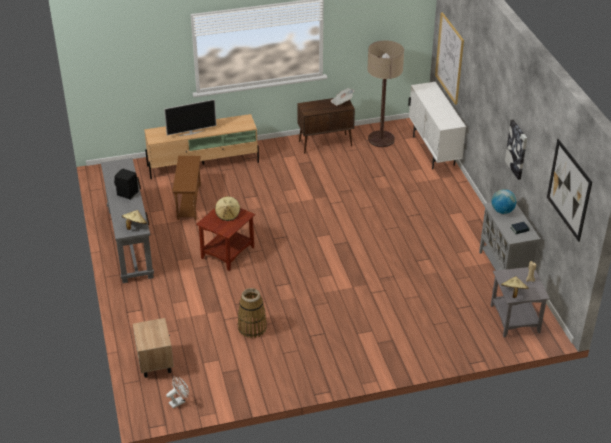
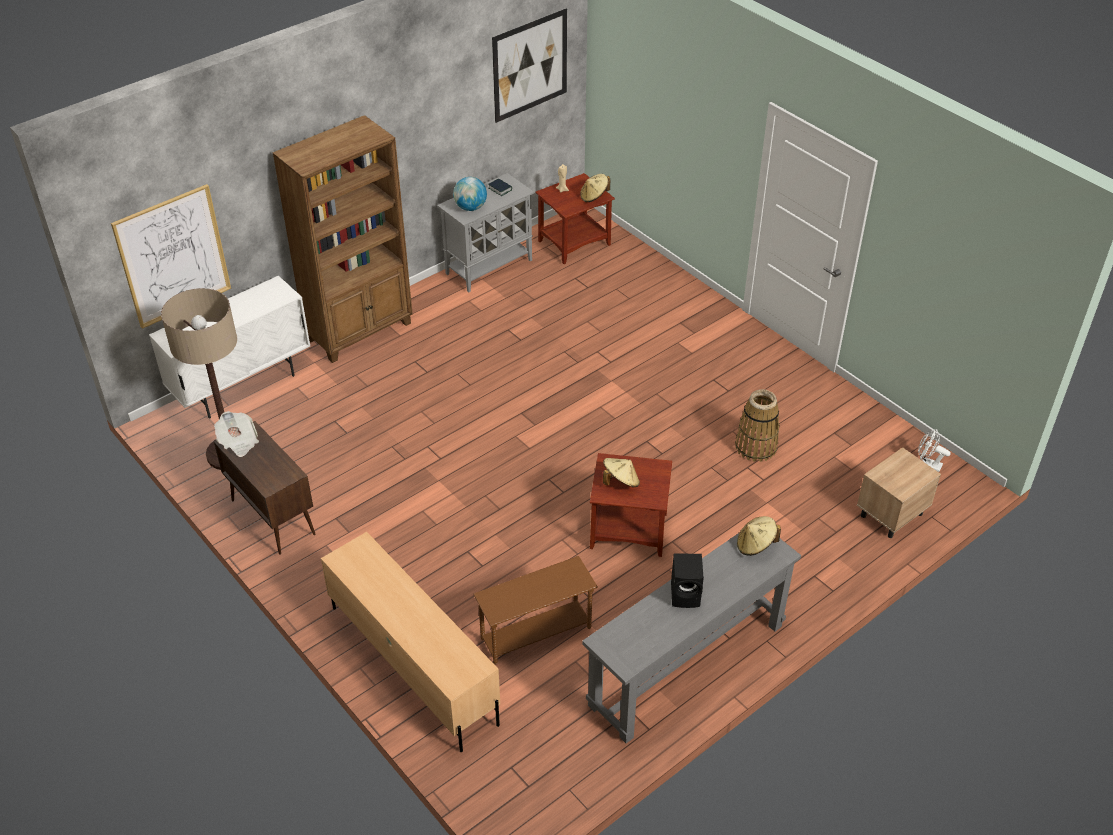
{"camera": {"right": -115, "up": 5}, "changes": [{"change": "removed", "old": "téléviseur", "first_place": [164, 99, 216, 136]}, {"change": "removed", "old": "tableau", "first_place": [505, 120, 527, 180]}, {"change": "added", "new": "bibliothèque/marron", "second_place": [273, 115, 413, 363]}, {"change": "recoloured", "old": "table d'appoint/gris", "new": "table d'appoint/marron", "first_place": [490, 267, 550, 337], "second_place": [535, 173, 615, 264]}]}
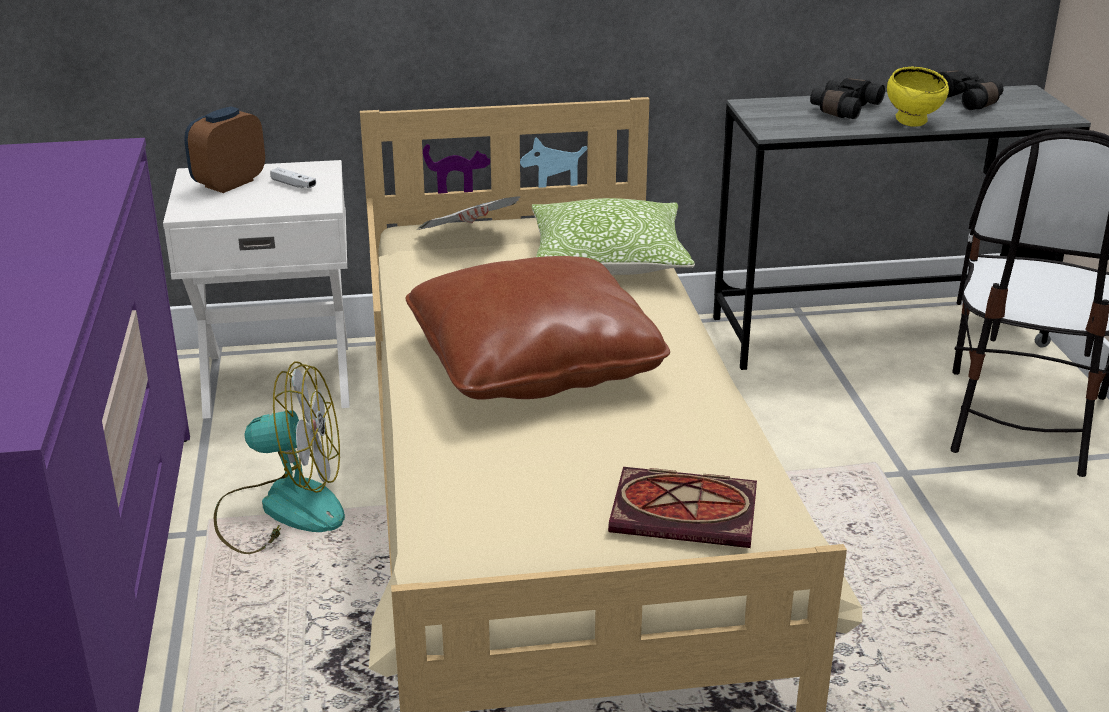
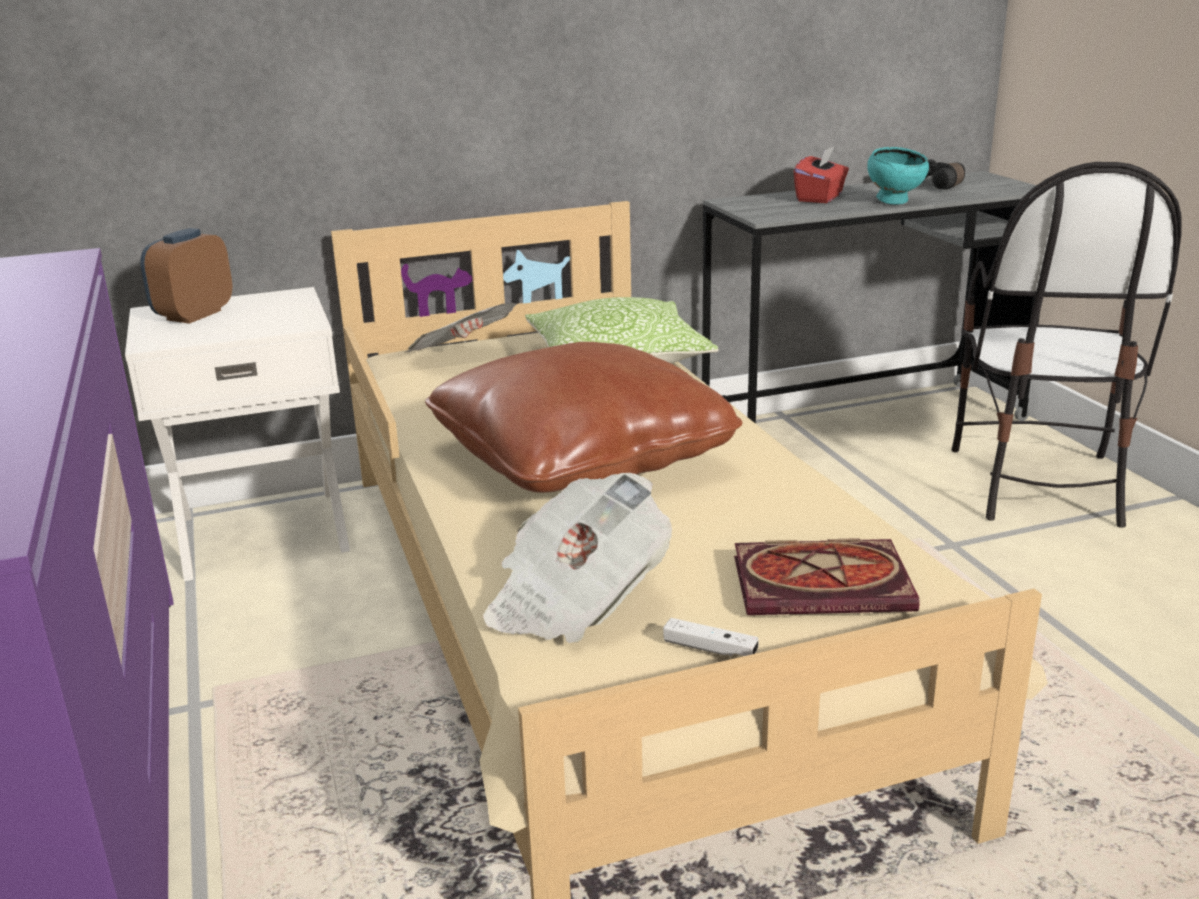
{"camera": {"right": -10, "up": -5}, "changes": [{"change": "removed", "old": "ventilateur", "first_place": [214, 361, 345, 554]}, {"change": "added", "new": "journal", "second_place": [483, 473, 672, 643]}, {"change": "moved", "old": "manette/blanc", "first_place": [270, 167, 316, 188], "second_place": [663, 618, 759, 656]}, {"change": "replaced", "old": "jumelles/noir", "new": "boîte à mouchoirs/rouge", "first_place": [810, 78, 885, 119], "second_place": [794, 146, 849, 203]}, {"change": "recoloured", "old": "bol/jaune", "new": "bol/turquoise", "first_place": [887, 67, 949, 127], "second_place": [867, 147, 929, 205]}]}
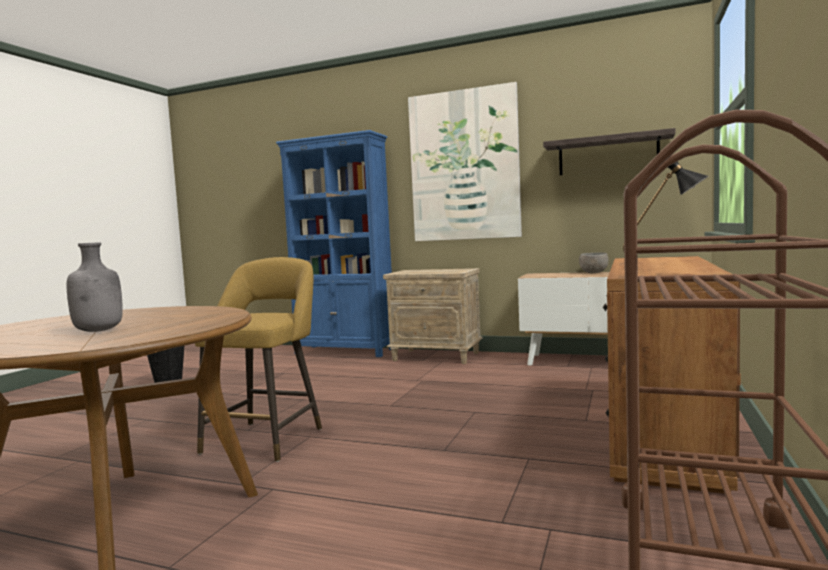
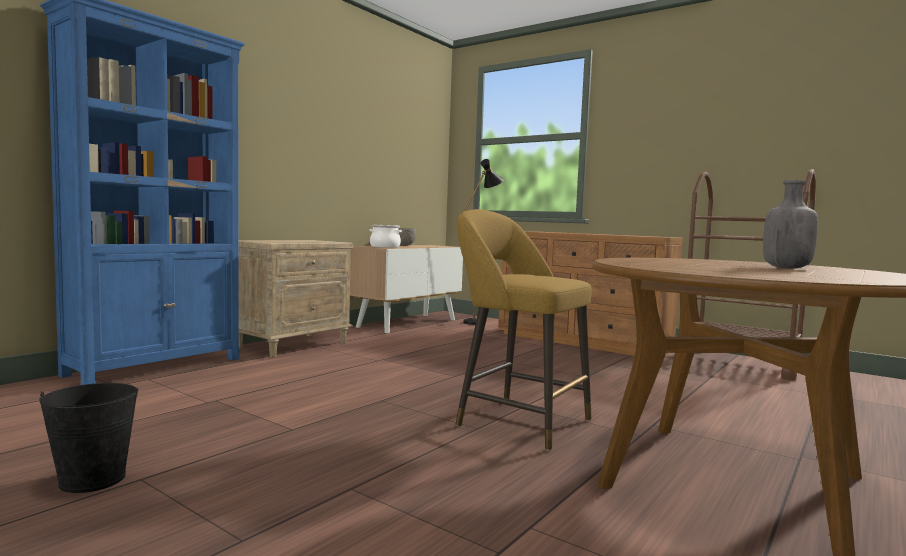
{"camera": {"right": -75, "up": 0}, "changes": [{"change": "removed", "old": "tableau", "first_place": [408, 82, 522, 241]}, {"change": "removed", "old": "étagère", "first_place": [543, 128, 676, 175]}, {"change": "added", "new": "marmite", "second_place": [369, 225, 402, 248]}]}
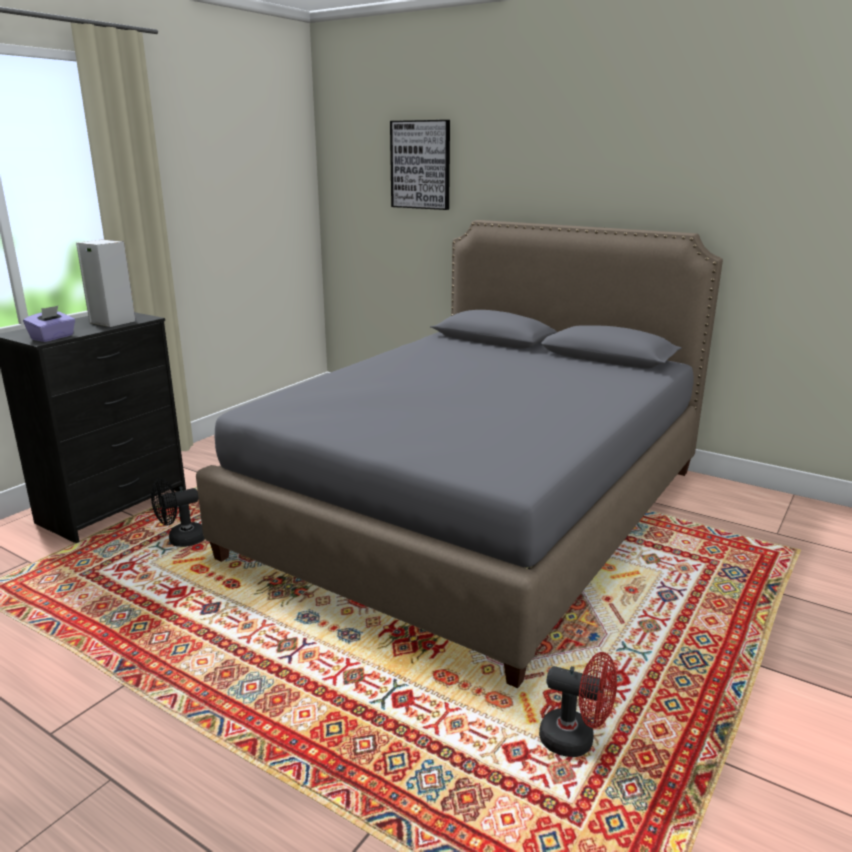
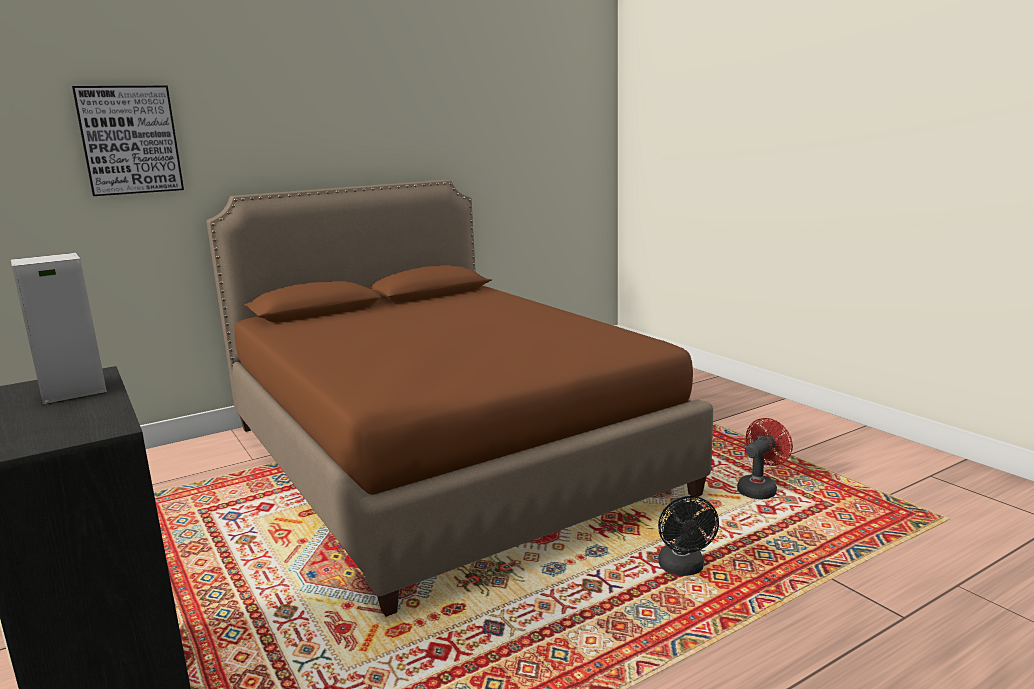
{"camera": {"right": -65, "up": -5}, "changes": [{"change": "removed", "old": "boîte à mouchoirs/violet", "first_place": [23, 306, 75, 342]}, {"change": "moved", "old": "ventilateur/noir", "first_place": [151, 478, 205, 547], "second_place": [658, 496, 719, 576]}, {"change": "recoloured", "old": "lit/gris", "new": "lit/marron", "first_place": [196, 220, 723, 688], "second_place": [206, 180, 713, 617]}]}
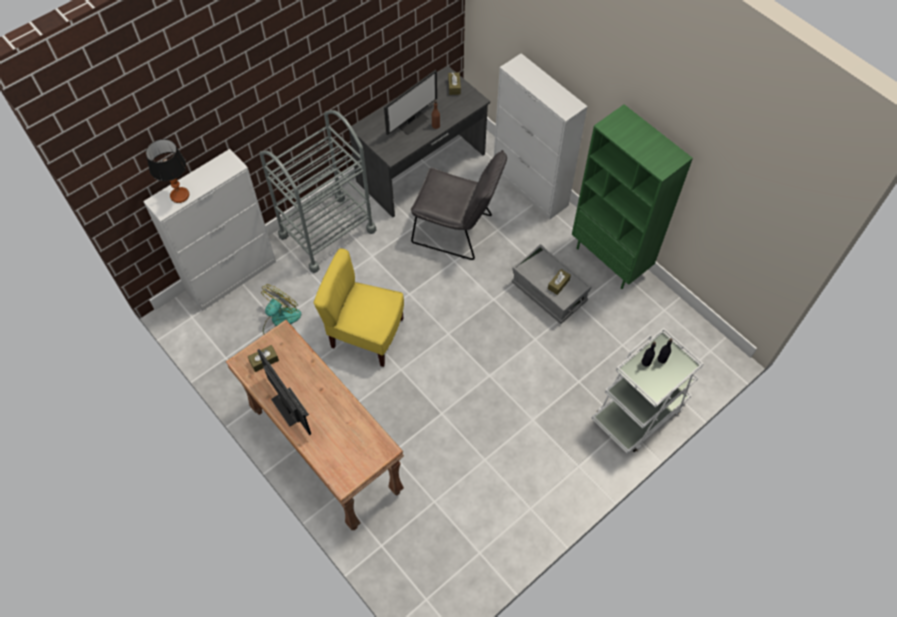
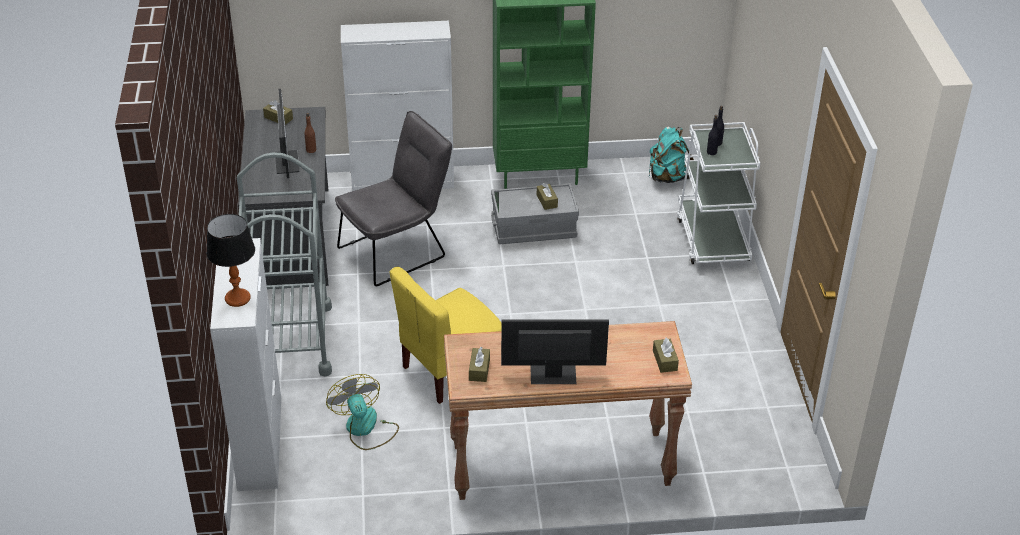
{"camera": {"right": -55, "up": -20}, "changes": [{"change": "added", "new": "sac à dos/turquoise", "second_place": [649, 127, 694, 183]}, {"change": "added", "new": "boîte à mouchoirs/marron", "second_place": [653, 338, 679, 373]}]}
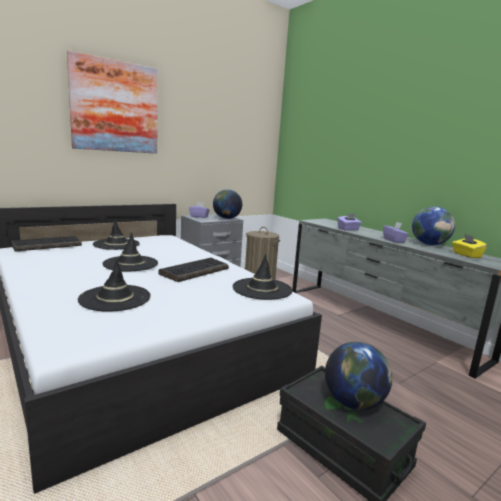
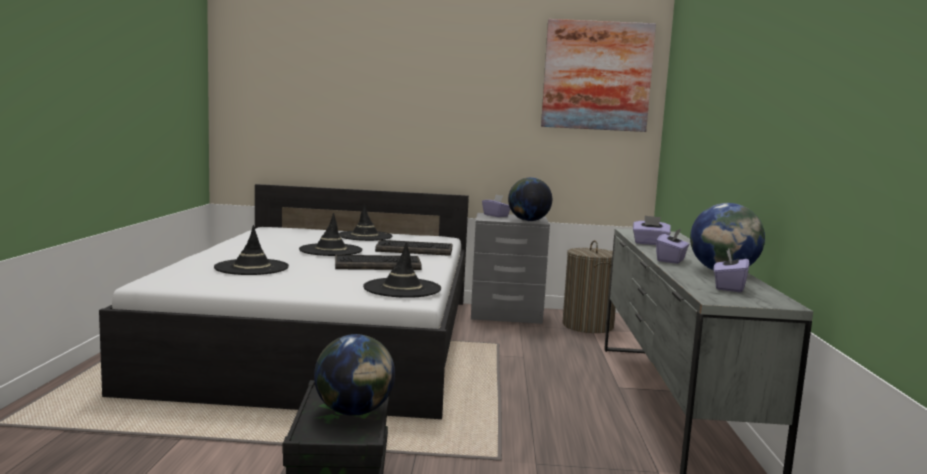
{"camera": {"right": 40, "up": -5}, "changes": [{"change": "moved", "old": "clavier", "first_place": [11, 236, 82, 251], "second_place": [375, 240, 452, 256]}, {"change": "moved", "old": "tableau", "first_place": [67, 51, 158, 154], "second_place": [541, 19, 656, 132]}, {"change": "recoloured", "old": "boîte à mouchoirs/jaune", "new": "boîte à mouchoirs/violet", "first_place": [452, 234, 487, 258], "second_place": [714, 249, 749, 293]}]}
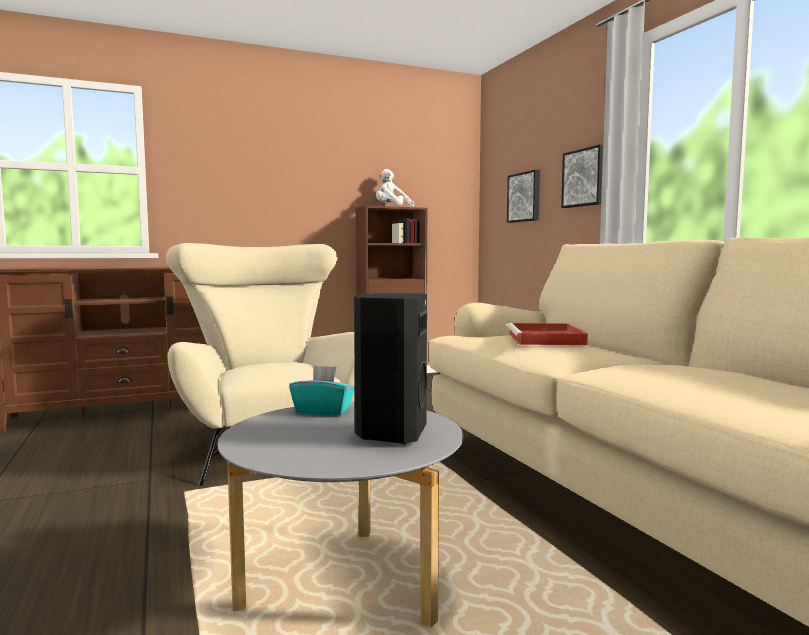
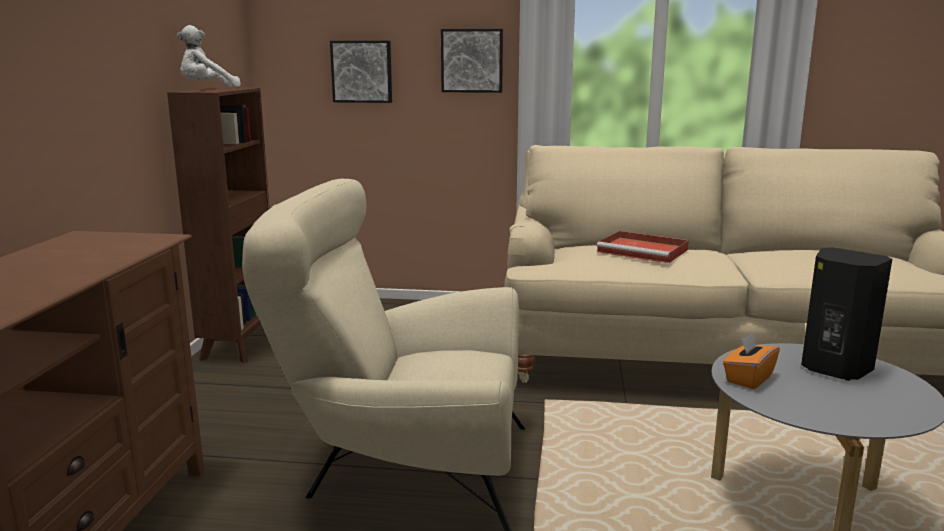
{"camera": {"right": -60, "up": 10}, "changes": [{"change": "recoloured", "old": "boîte à mouchoirs/turquoise", "new": "boîte à mouchoirs/orange", "first_place": [289, 365, 355, 416], "second_place": [723, 333, 780, 389]}]}
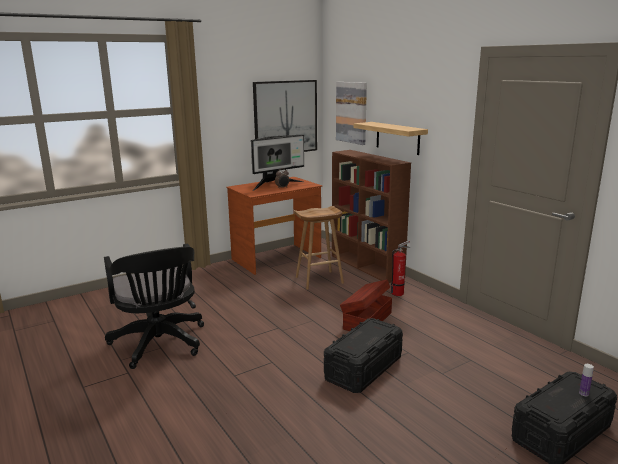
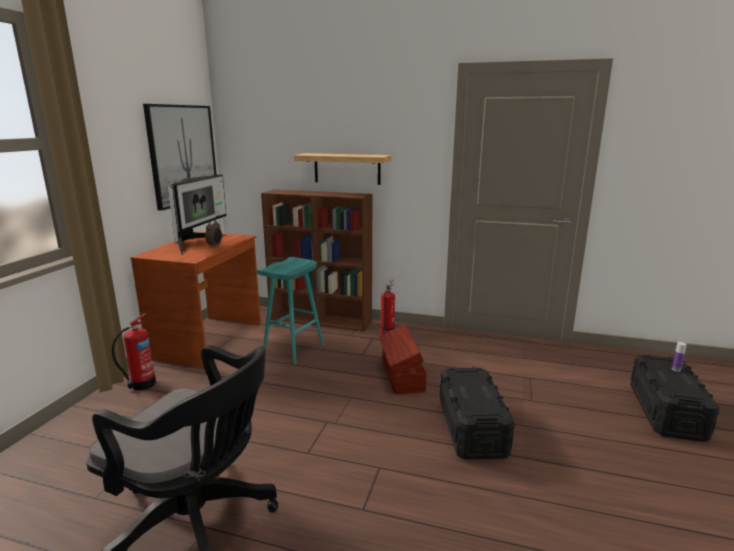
{"camera": {"right": -40, "up": 0}, "changes": [{"change": "removed", "old": "tableau", "first_place": [336, 82, 367, 145]}, {"change": "added", "new": "extincteur", "second_place": [112, 313, 156, 390]}, {"change": "recoloured", "old": "tabouret/marron", "new": "tabouret/turquoise", "first_place": [294, 206, 344, 290], "second_place": [256, 257, 324, 365]}]}
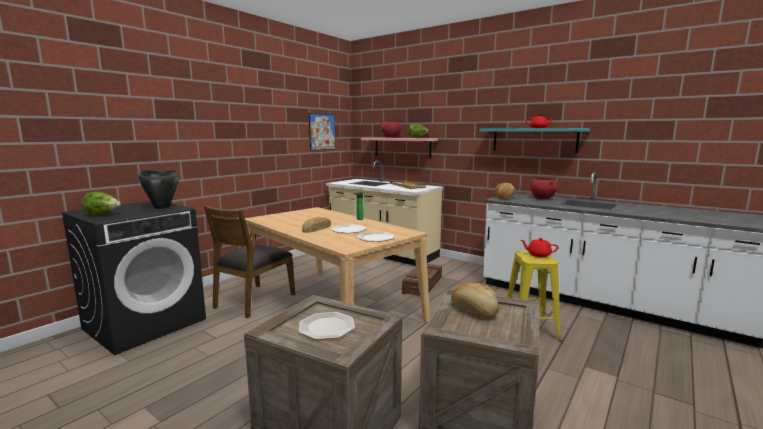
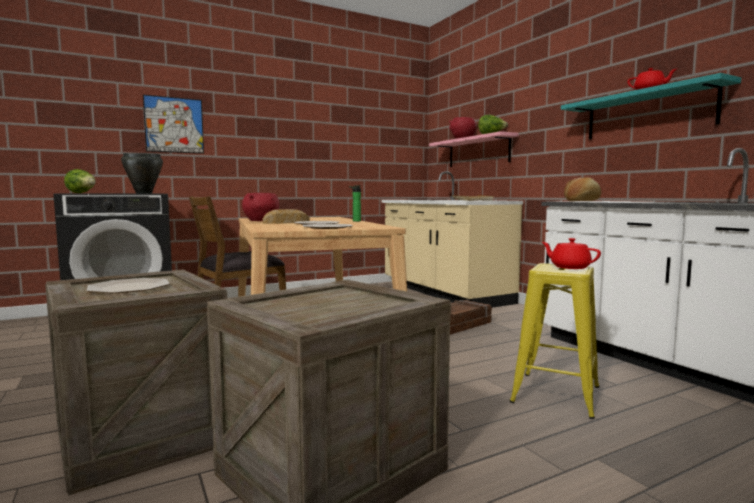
{"camera": {"right": 25, "up": -5}, "changes": [{"change": "removed", "old": "pain", "first_place": [451, 282, 499, 317]}, {"change": "moved", "old": "tableau", "first_place": [309, 113, 336, 151], "second_place": [143, 95, 204, 154]}, {"change": "moved", "old": "bol/rouge", "first_place": [530, 178, 558, 199], "second_place": [242, 193, 279, 221]}]}
